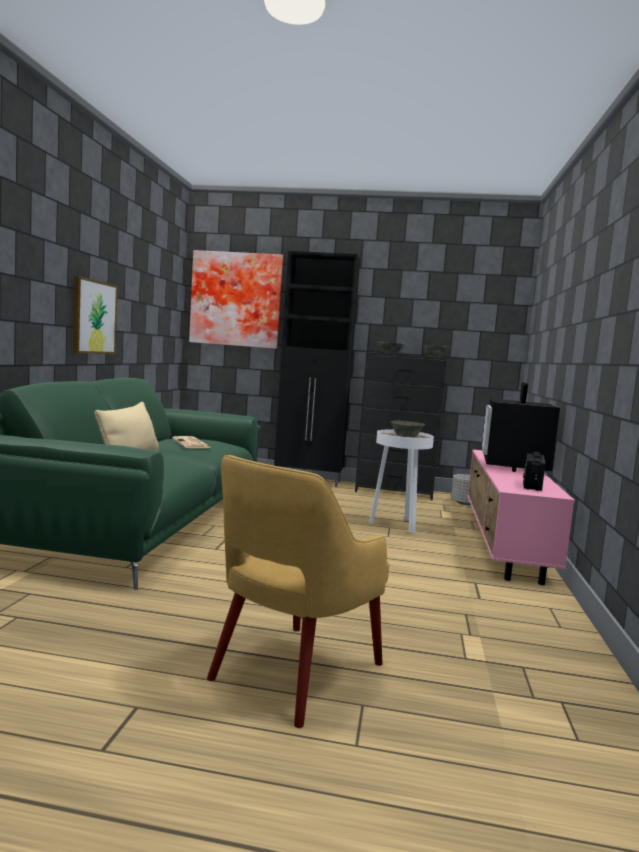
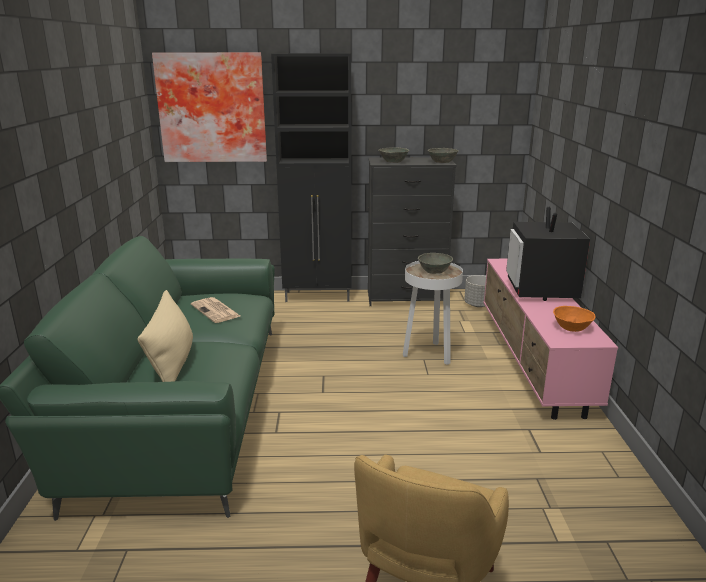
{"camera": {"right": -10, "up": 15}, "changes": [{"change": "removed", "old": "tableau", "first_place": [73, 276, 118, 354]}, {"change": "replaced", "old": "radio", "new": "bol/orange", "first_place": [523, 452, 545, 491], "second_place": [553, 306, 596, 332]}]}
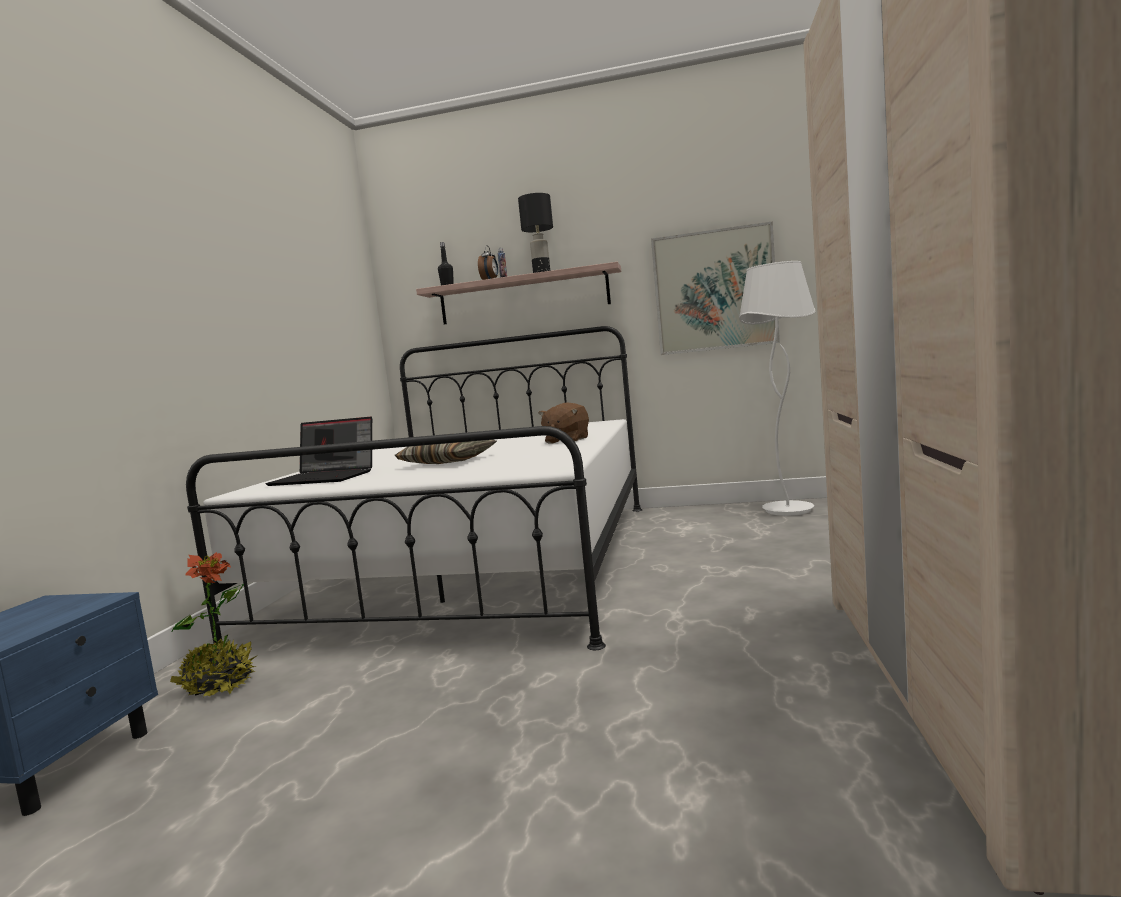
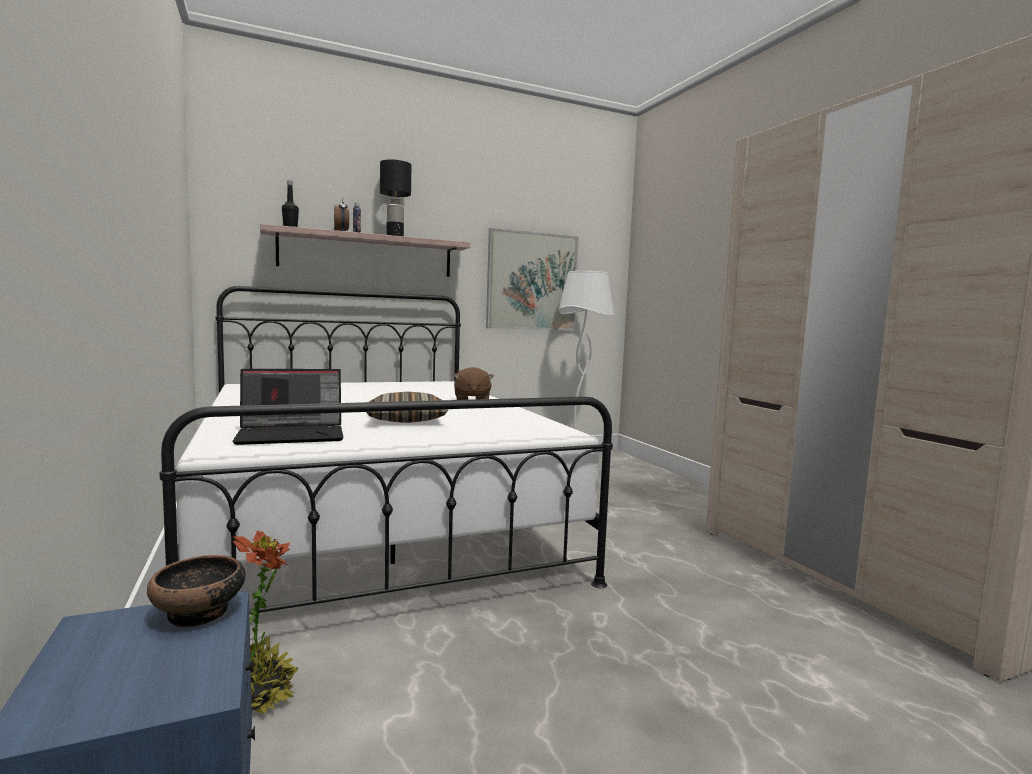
{"camera": {"right": -35, "up": 0}, "changes": [{"change": "added", "new": "bol", "second_place": [147, 555, 246, 628]}]}
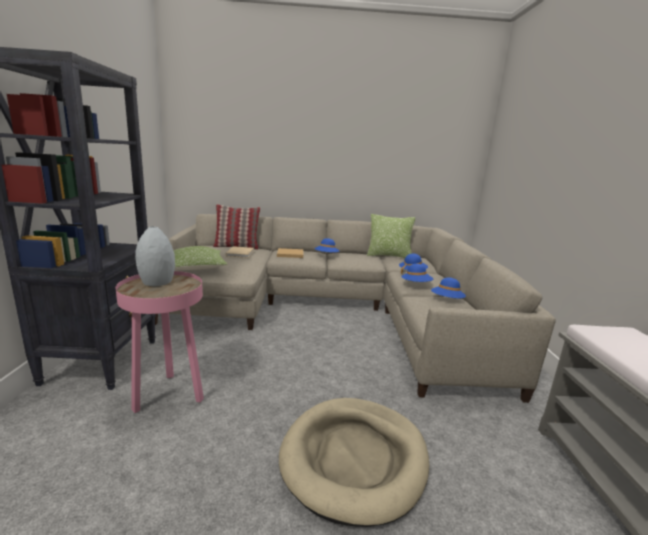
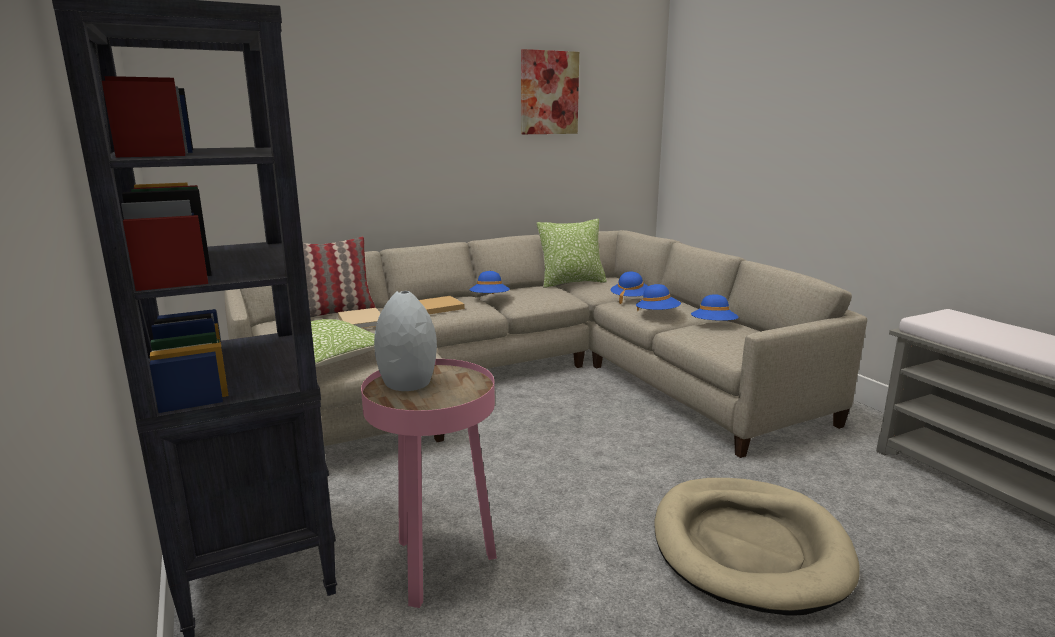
{"camera": {"right": -25, "up": 0}, "changes": [{"change": "added", "new": "tableau", "second_place": [521, 49, 579, 134]}]}
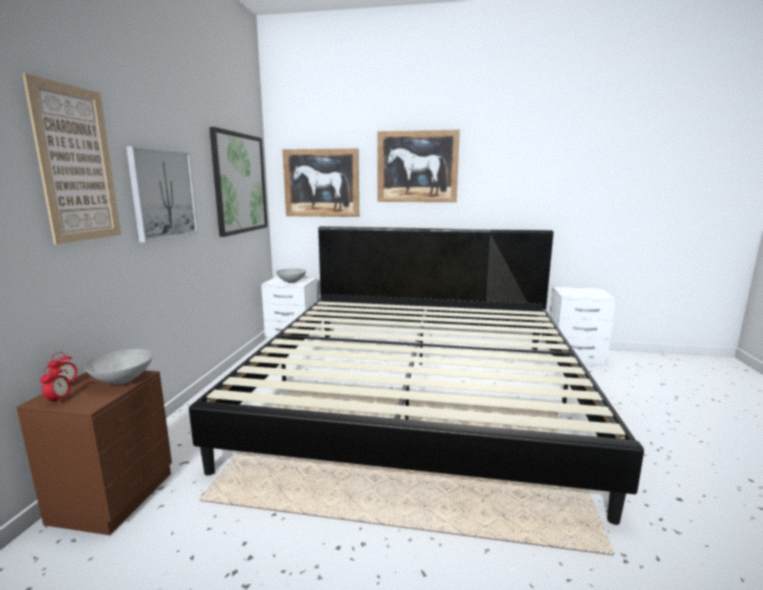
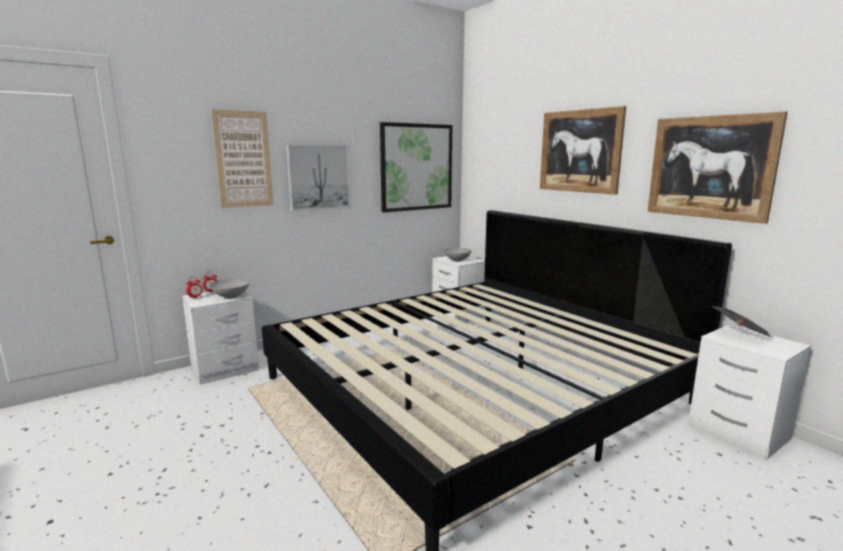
{"camera": {"right": 45, "up": 0}, "changes": [{"change": "added", "new": "journal", "second_place": [710, 306, 773, 337]}, {"change": "moved", "old": "tableau", "first_place": [282, 148, 359, 217], "second_place": [647, 111, 788, 224]}, {"change": "recoloured", "old": "table de chevet/marron", "new": "table de chevet/blanc", "first_place": [16, 370, 172, 535], "second_place": [182, 291, 259, 385]}]}
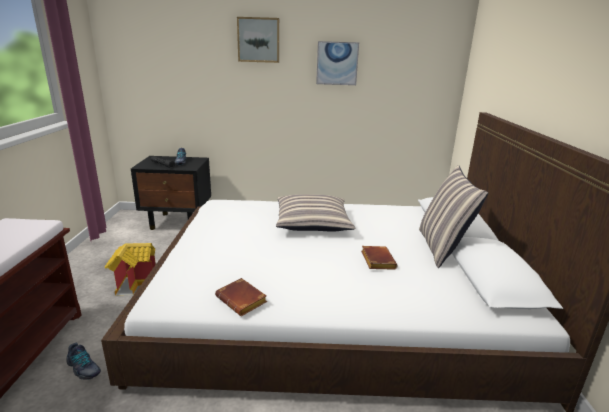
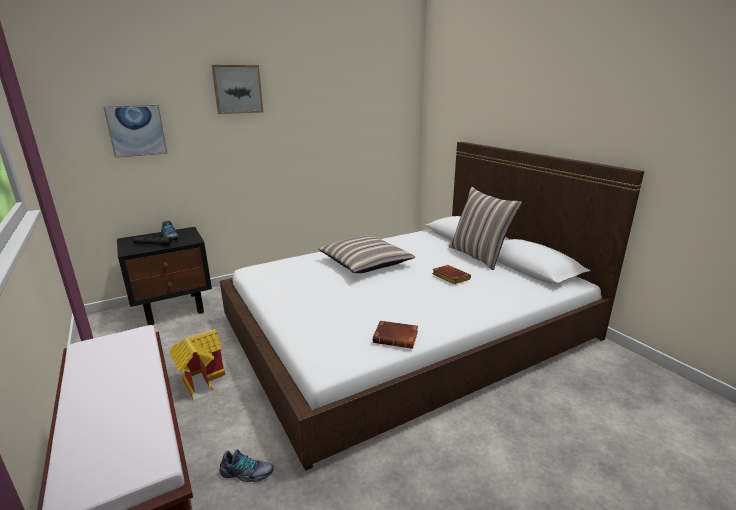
{"camera": {"right": -30, "up": 0}, "changes": [{"change": "moved", "old": "tableau", "first_place": [316, 41, 359, 85], "second_place": [103, 105, 168, 158]}]}
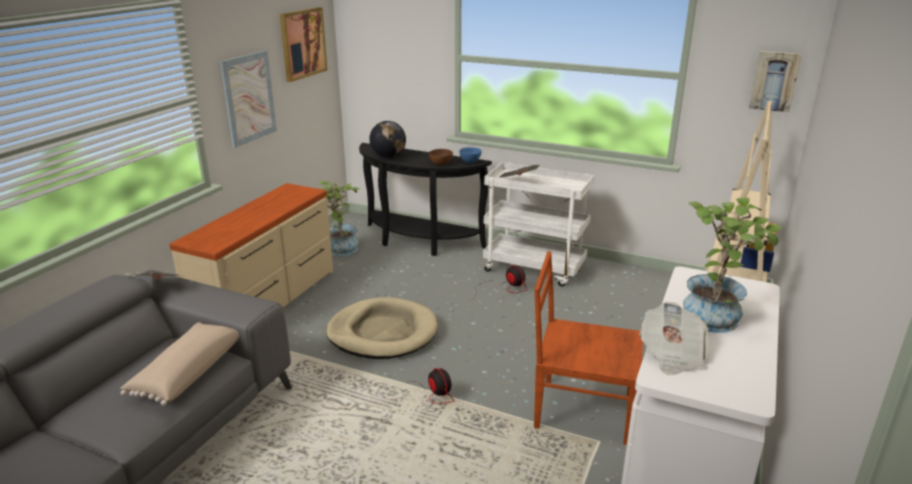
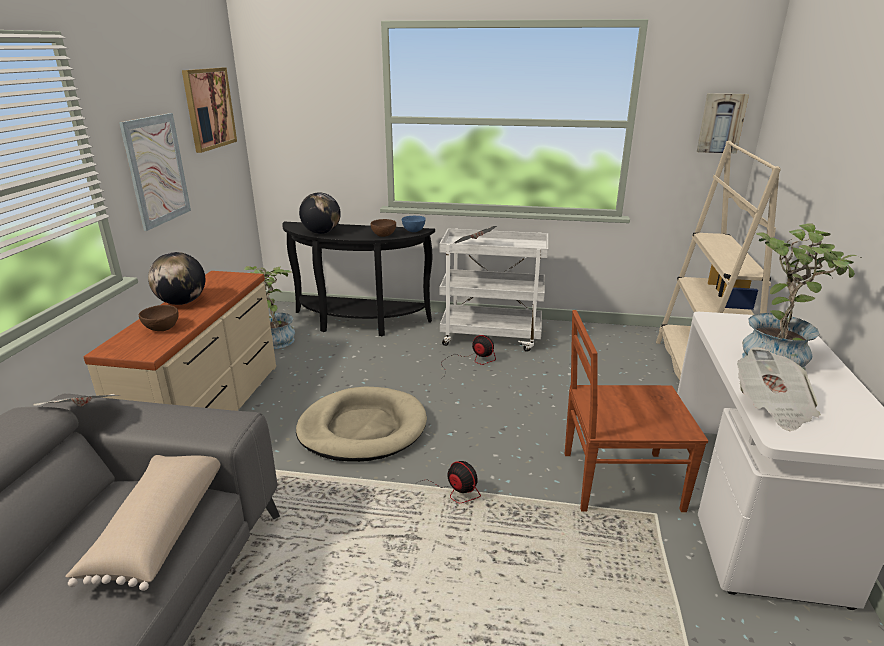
{"camera": {"right": -15, "up": 0}, "changes": [{"change": "added", "new": "bol/marron", "second_place": [139, 305, 179, 331]}, {"change": "added", "new": "globe", "second_place": [148, 252, 205, 305]}]}
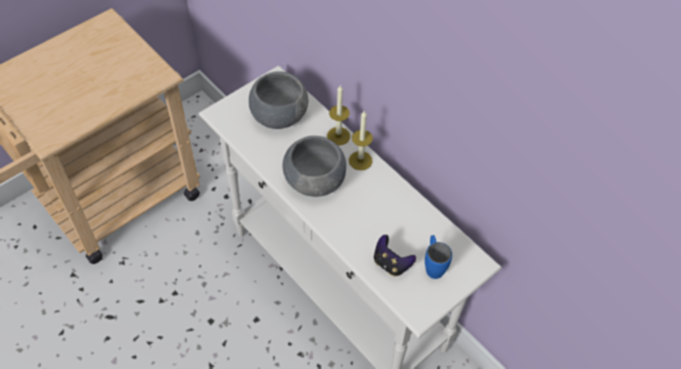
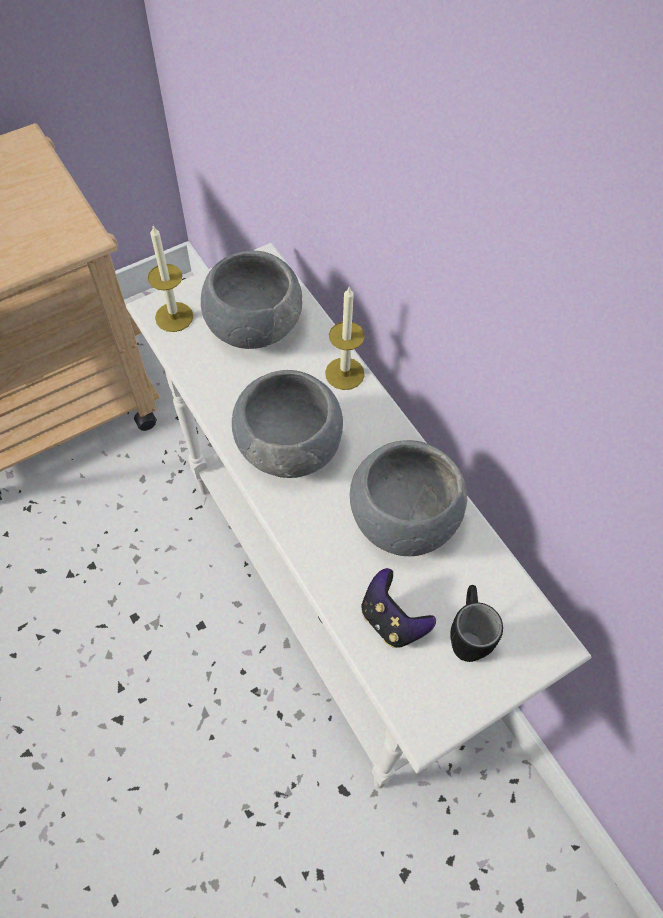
{"camera": {"right": 10, "up": 5}, "changes": [{"change": "added", "new": "bol/gris", "second_place": [350, 440, 467, 556]}, {"change": "moved", "old": "bougie", "first_place": [349, 111, 373, 170], "second_place": [148, 226, 193, 332]}, {"change": "recoloured", "old": "mug/bleu", "new": "mug/noir", "first_place": [425, 235, 452, 279], "second_place": [450, 585, 503, 662]}]}
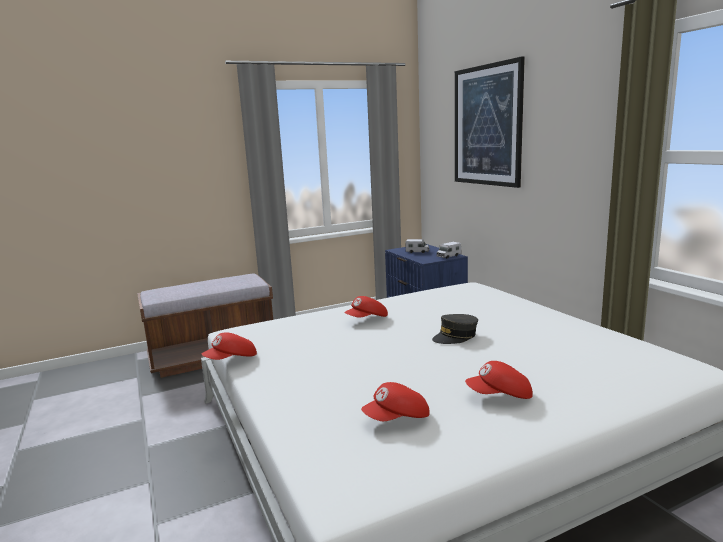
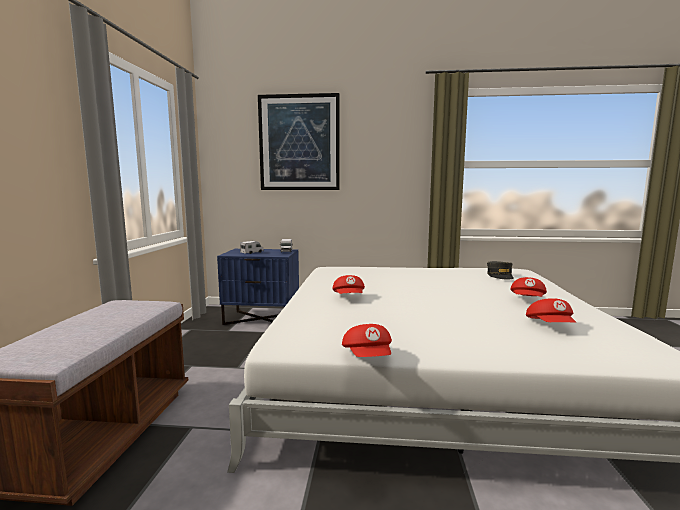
{"camera": {"right": -60, "up": -5}, "changes": [{"change": "moved", "old": "casquette/gris", "first_place": [432, 314, 478, 344], "second_place": [487, 261, 514, 280]}]}
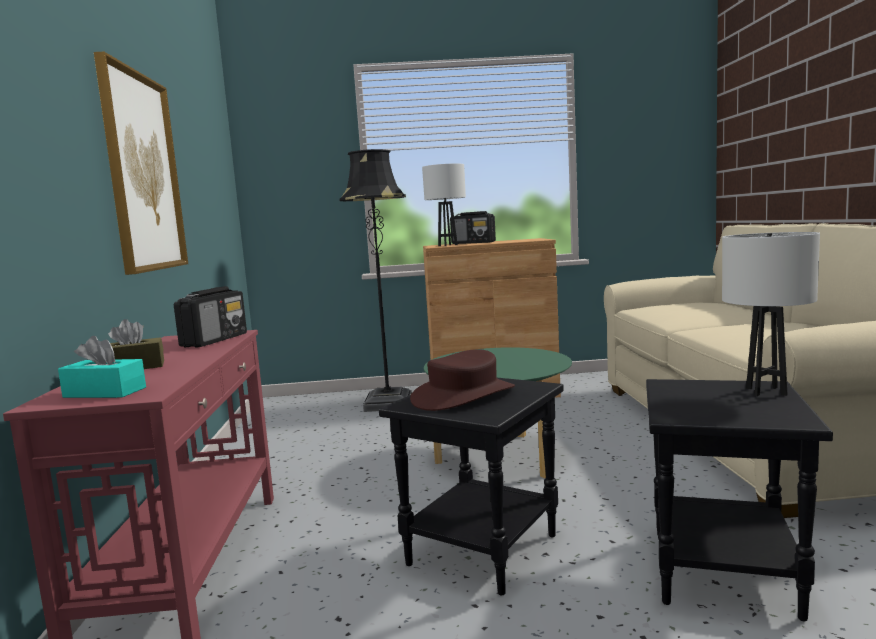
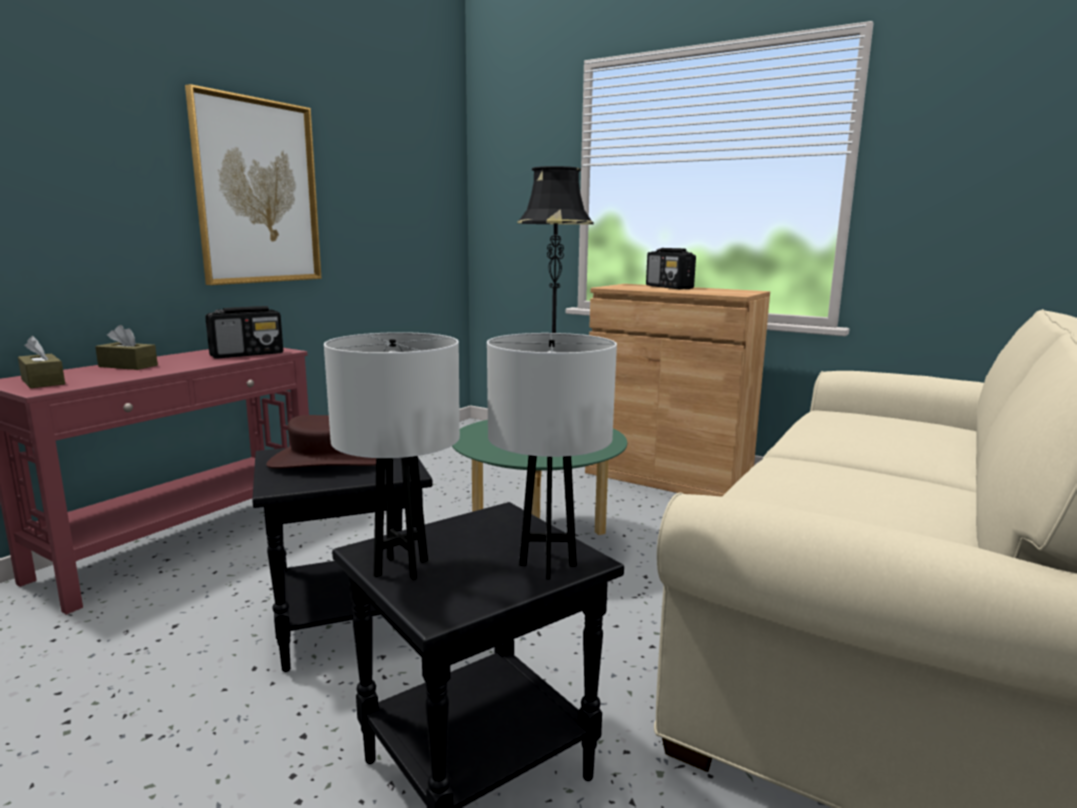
{"camera": {"right": 35, "up": 5}, "changes": [{"change": "moved", "old": "lampe de table/blanc", "first_place": [422, 163, 466, 246], "second_place": [324, 332, 460, 580]}, {"change": "recoloured", "old": "boîte à mouchoirs/turquoise", "new": "boîte à mouchoirs/marron", "first_place": [58, 336, 146, 398], "second_place": [18, 336, 65, 388]}]}
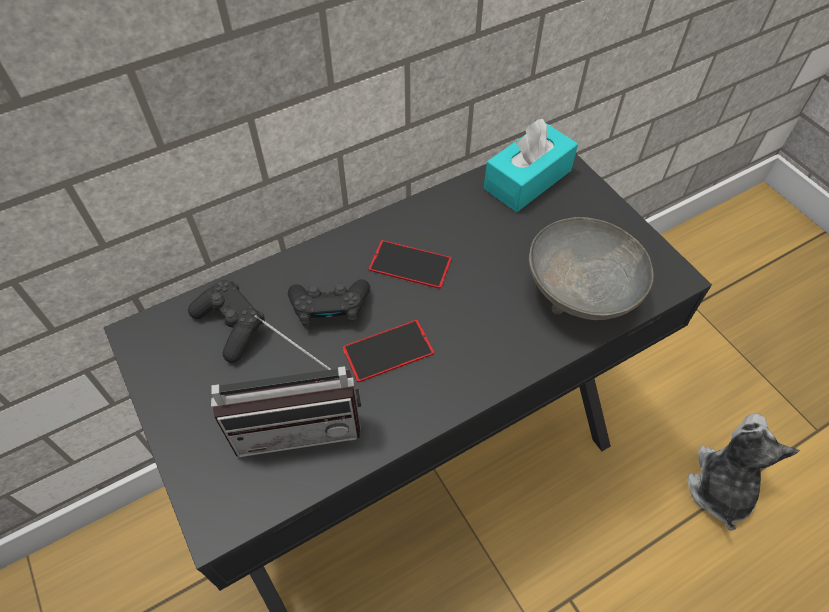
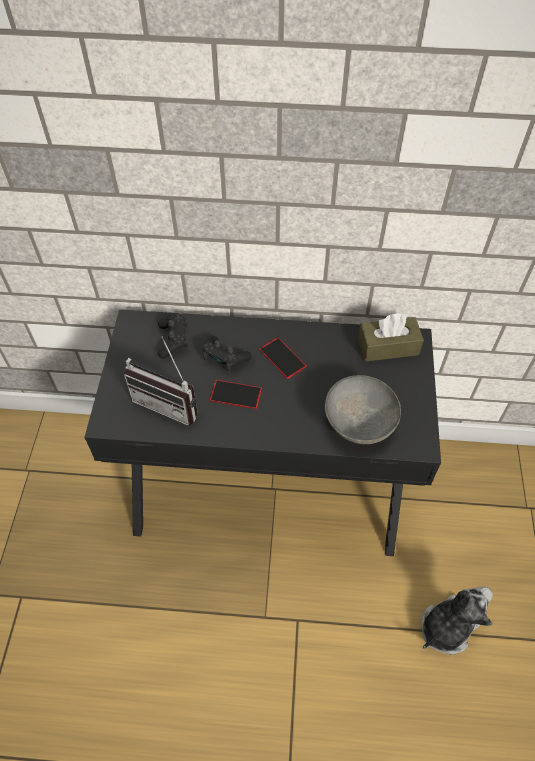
{"camera": {"right": 35, "up": 0}, "changes": [{"change": "recoloured", "old": "boîte à mouchoirs/turquoise", "new": "boîte à mouchoirs/marron", "first_place": [484, 119, 578, 212], "second_place": [358, 313, 424, 362]}]}
